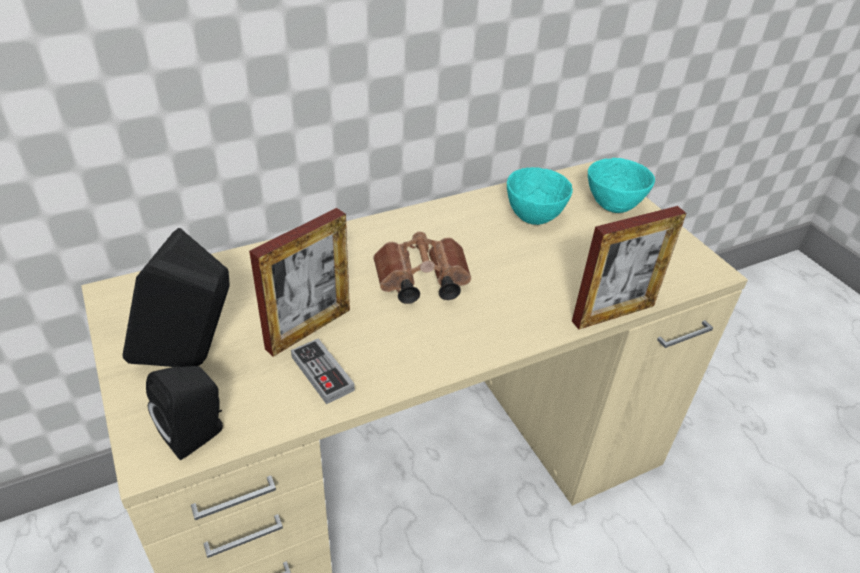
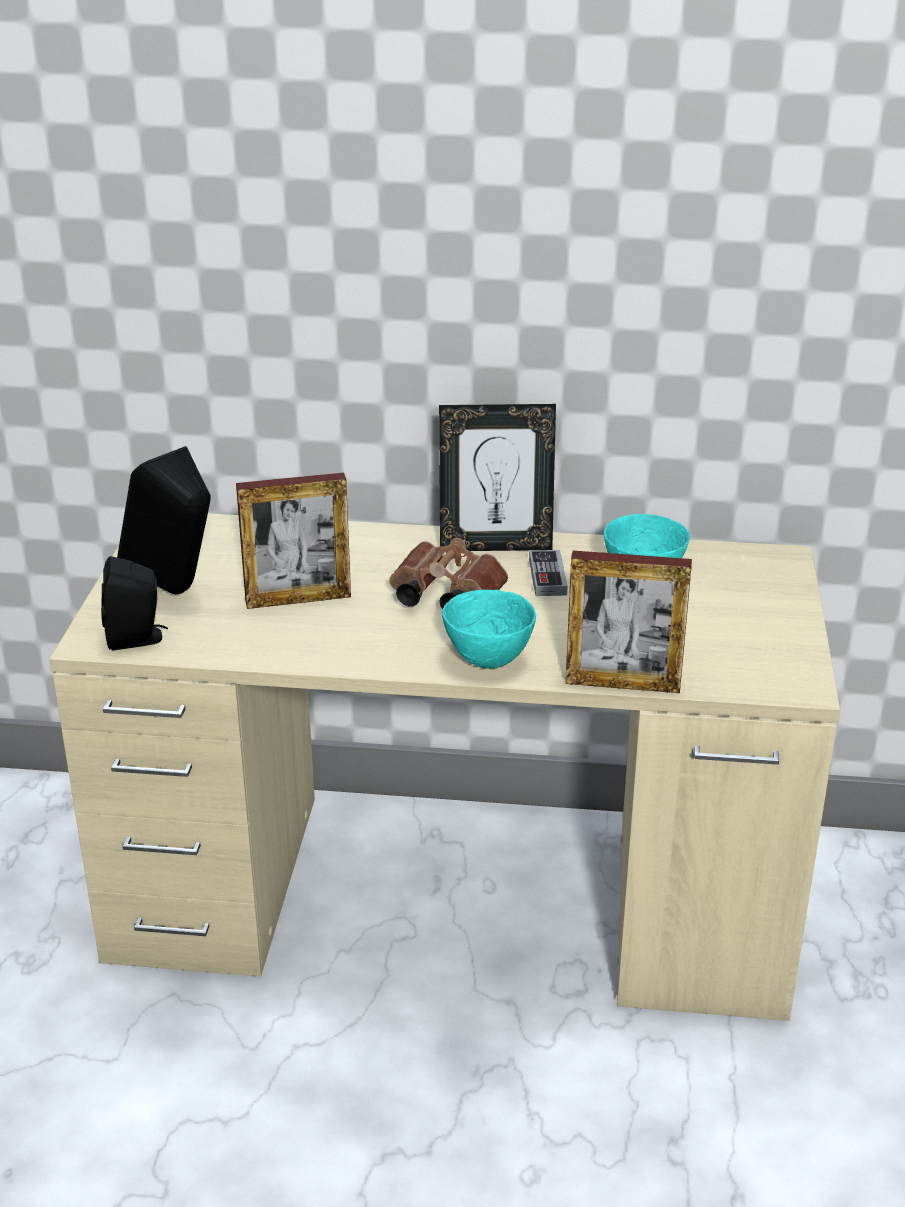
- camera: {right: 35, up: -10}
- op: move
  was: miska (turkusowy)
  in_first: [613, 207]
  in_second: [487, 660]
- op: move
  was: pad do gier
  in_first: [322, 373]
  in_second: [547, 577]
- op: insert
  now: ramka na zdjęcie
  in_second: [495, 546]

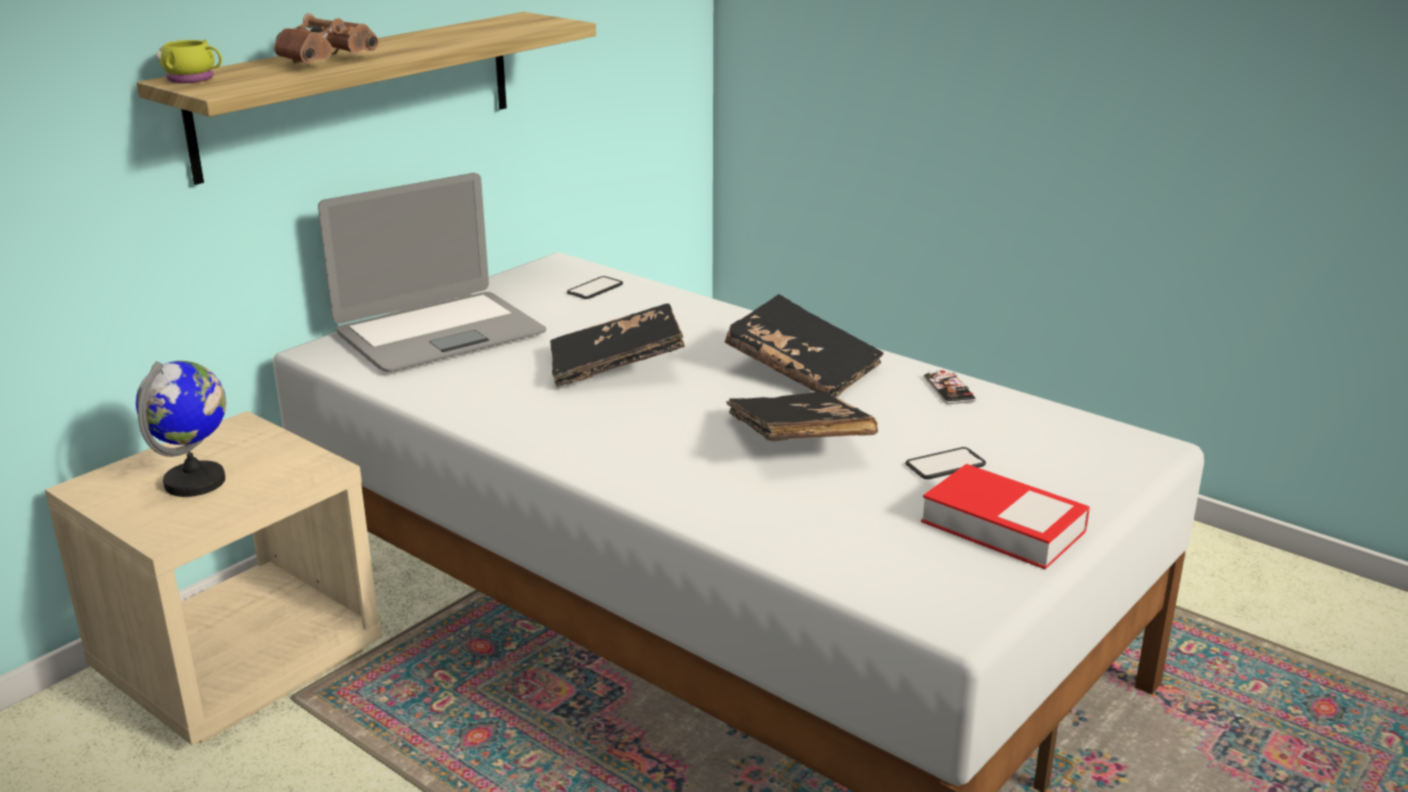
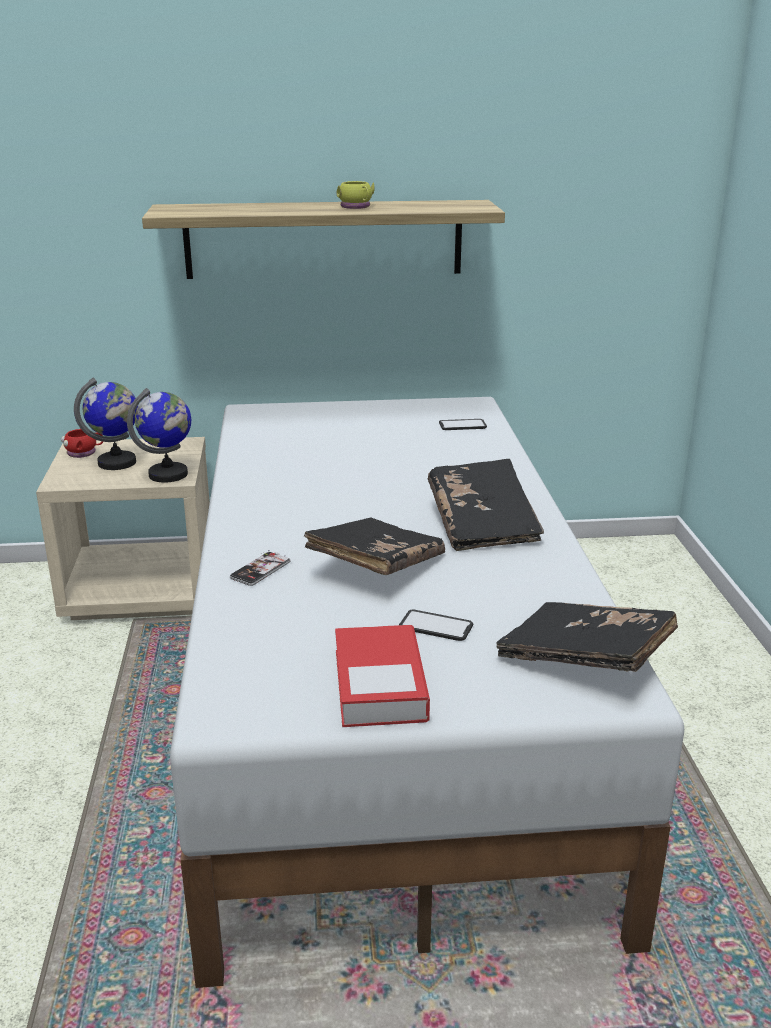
- camera: {right: 45, up: 0}
- op: delete
  was: lornetka (brązowy)
  in_first: [328, 61]
- op: move
  was: kubek (żółty)
  in_first: [194, 79]
  in_second: [356, 207]
- op: delete
  was: laptop
  in_first: [439, 334]
- op: move
  was: książka (czarny)
  in_first: [616, 367]
  in_second: [585, 659]
- op: move
  was: telefon
  in_first: [949, 389]
  in_second: [260, 570]
- op: insert
  now: globus
  in_second: [168, 474]
- op: insert
  now: kubek (czerwony)
  in_second: [84, 453]

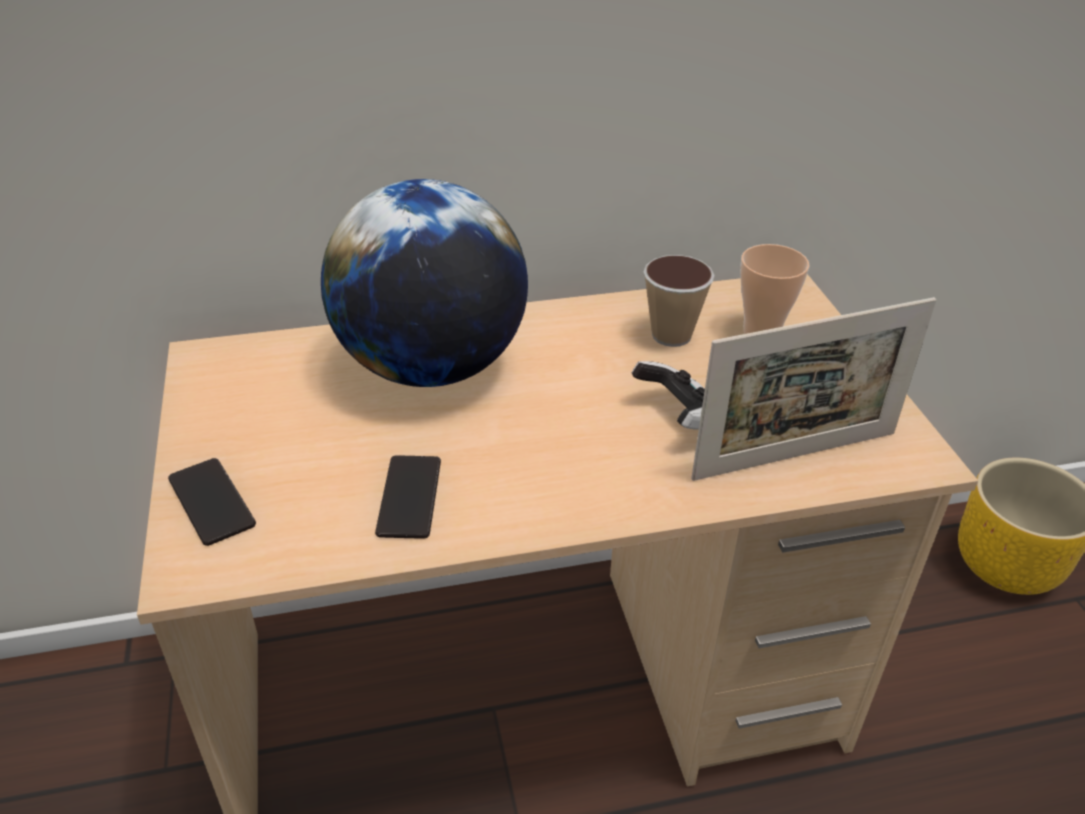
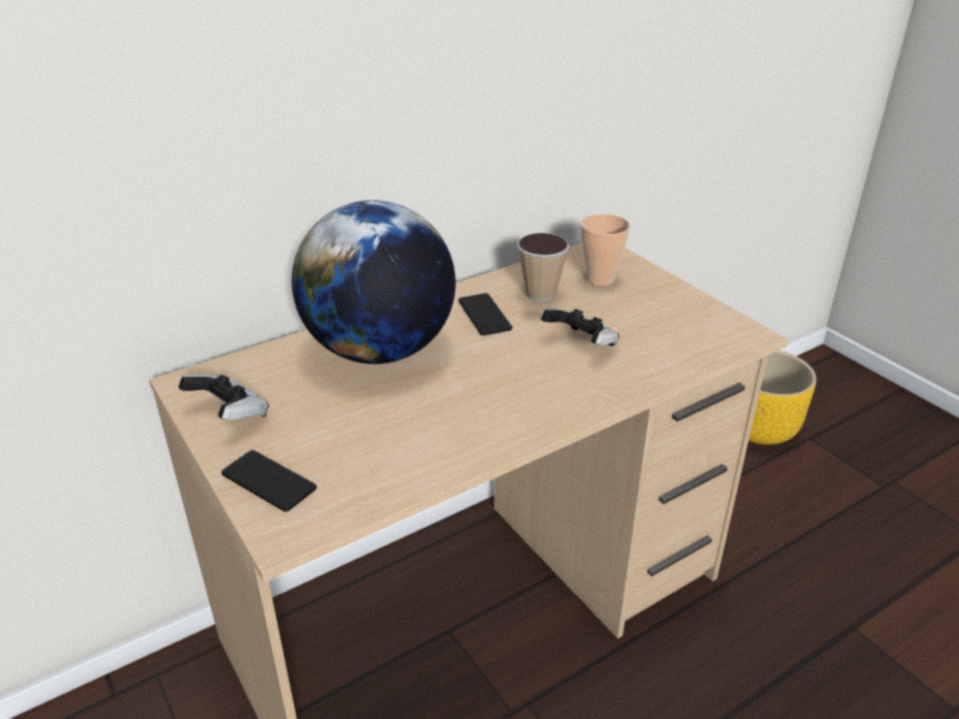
- camera: {right: -20, up: -5}
- op: delete
  was: ramka na zdjęcie
  in_first: [795, 455]
- op: move
  was: telefon
  in_first: [409, 497]
  in_second: [484, 315]
- op: insert
  now: pad do gier
  in_second: [230, 415]

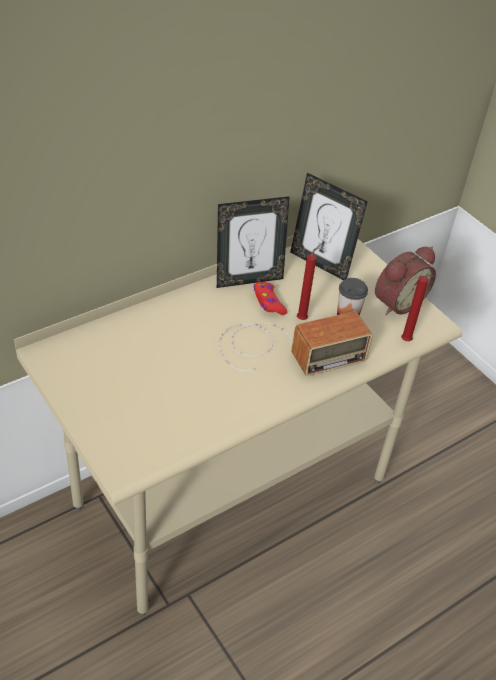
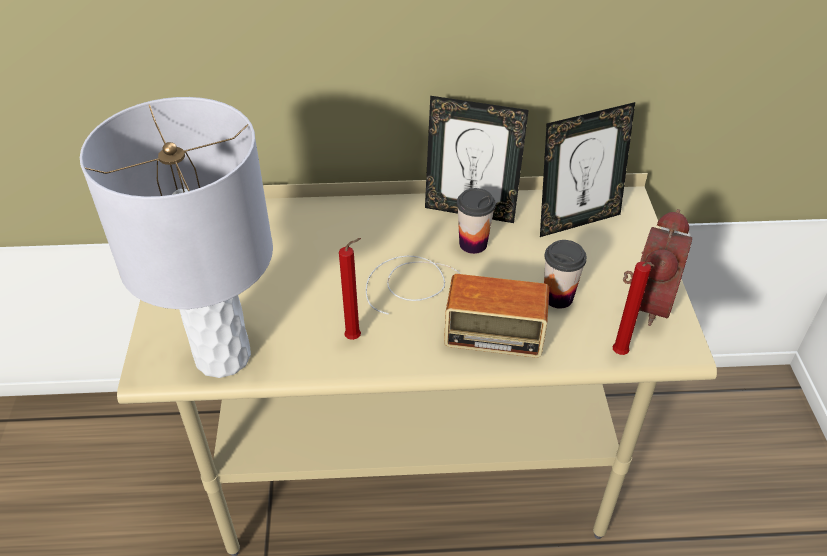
- camera: {right: 35, up: 0}
- op: rotate
  was: ramka na zdjęcie
  in_first: [320, 264]
  in_second: [576, 221]
  clockwise: -90
- op: move
  was: świeca (czerwony)
  in_first: [303, 318]
  in_second: [355, 337]
- op: rotate
  was: budzik
  in_first: [396, 302]
  in_second: [645, 300]
  clockwise: -60
- op: replace
  was: pad do gier (czerwony)
  now: filiżanka
  in_first: [268, 302]
  in_second: [473, 244]
- op: insert
  now: lampa stołowa (szary)
  in_second: [222, 356]

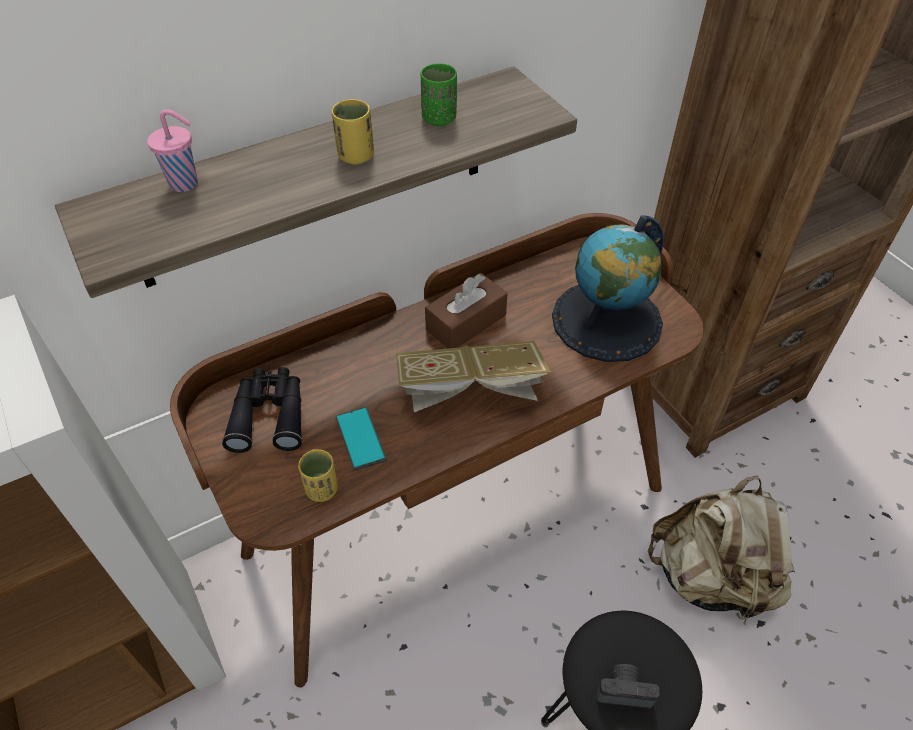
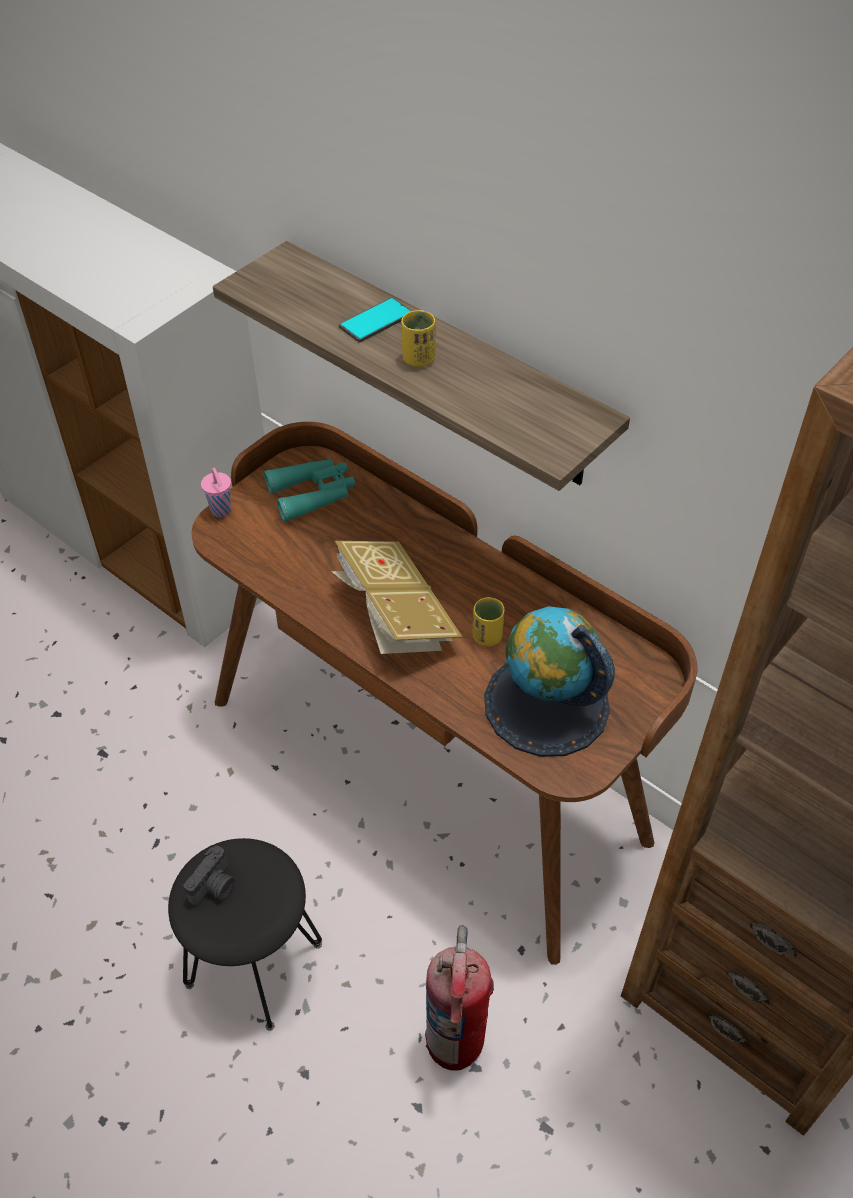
- camera: {right: 70, up: 0}
- op: delete
  was: filiżanka (zielony)
  in_first: [439, 119]
- op: move
  was: filiżanka (różowy)
  in_first: [186, 184]
  in_second: [221, 511]
- op: delete
  was: pudełko chusteczek (brązowy)
  in_first: [466, 322]
- op: recolor
  was: lornetka (czarny)
  now: lornetka (turkusowy)
  in_first: [269, 415]
  in_second: [313, 494]
- op: move
  was: telefon
  in_first: [361, 439]
  in_second: [376, 321]
- op: move
  was: filiżanka (żółty)
  in_first: [322, 489]
  in_second: [487, 636]
- op: replace
  was: plecak (beżowy)
  now: gaśnica
  in_first: [711, 577]
  in_second: [456, 1041]
- op: rotate
  was: aparat fotograficzny
  in_first: [624, 690]
  in_second: [215, 887]
  clockwise: 45

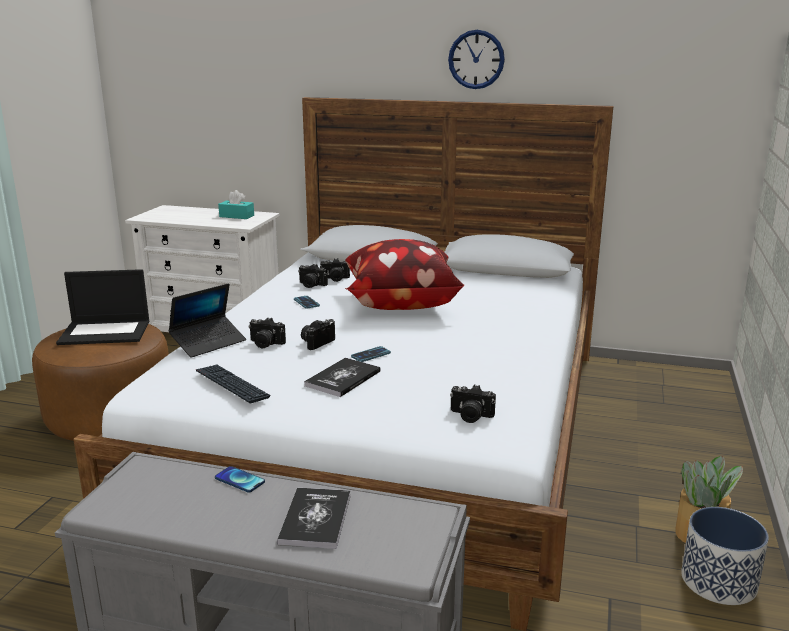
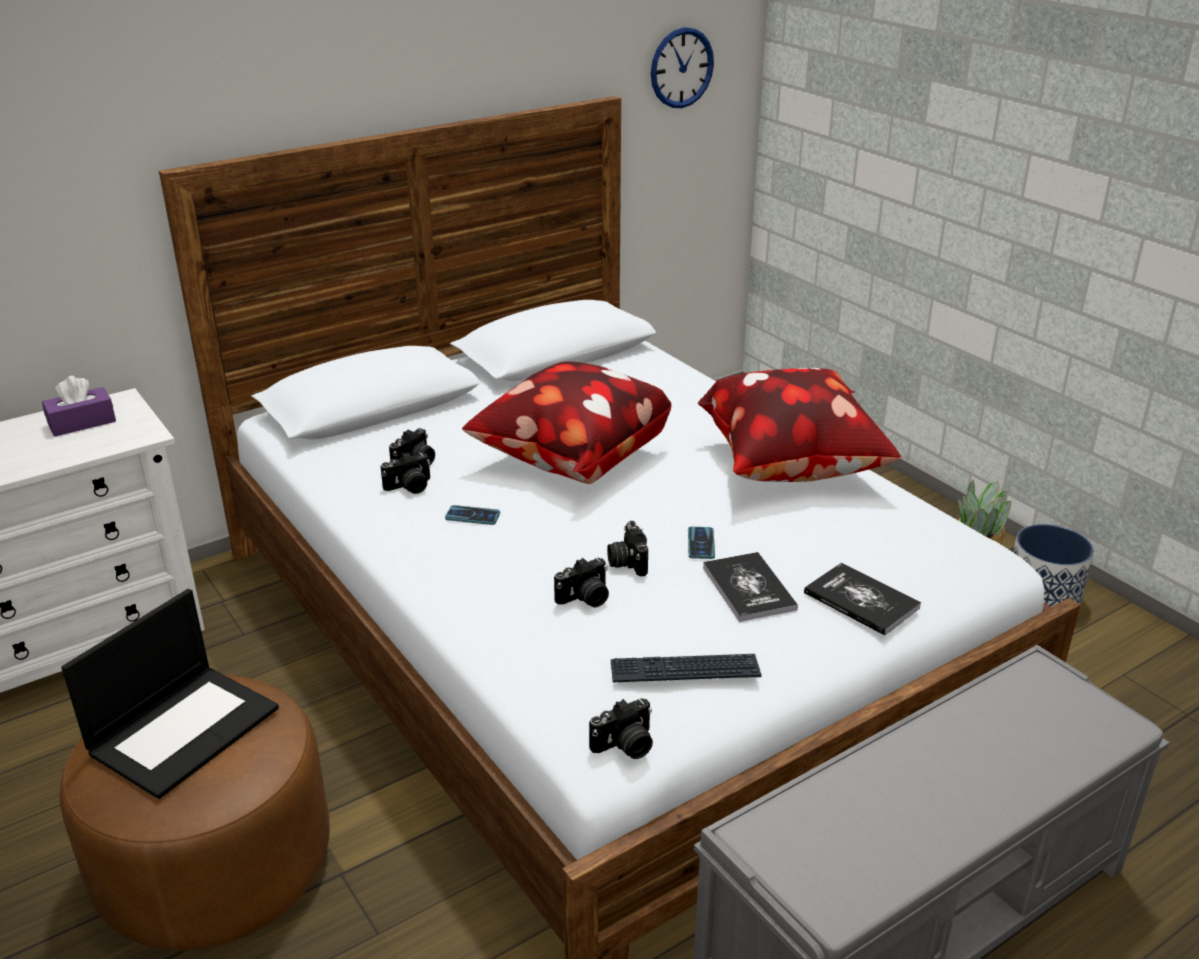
- camera: {right: -50, up: 10}
- op: move
  was: zegar ścienny
  in_first: [476, 59]
  in_second: [681, 68]
- op: recolor
  was: pudełko chusteczek (turkusowy)
  now: pudełko chusteczek (fioletowy)
  in_first: [236, 216]
  in_second: [82, 422]
- op: delete
  was: laptop
  in_first: [208, 343]
- op: move
  was: aparat fotograficzny
  in_first: [470, 416]
  in_second: [625, 746]
- op: delete
  was: telefon
  in_first: [239, 480]
- op: move
  was: książka
  in_first: [315, 519]
  in_second: [861, 600]
- op: insert
  now: poduszka
  in_second: [792, 470]

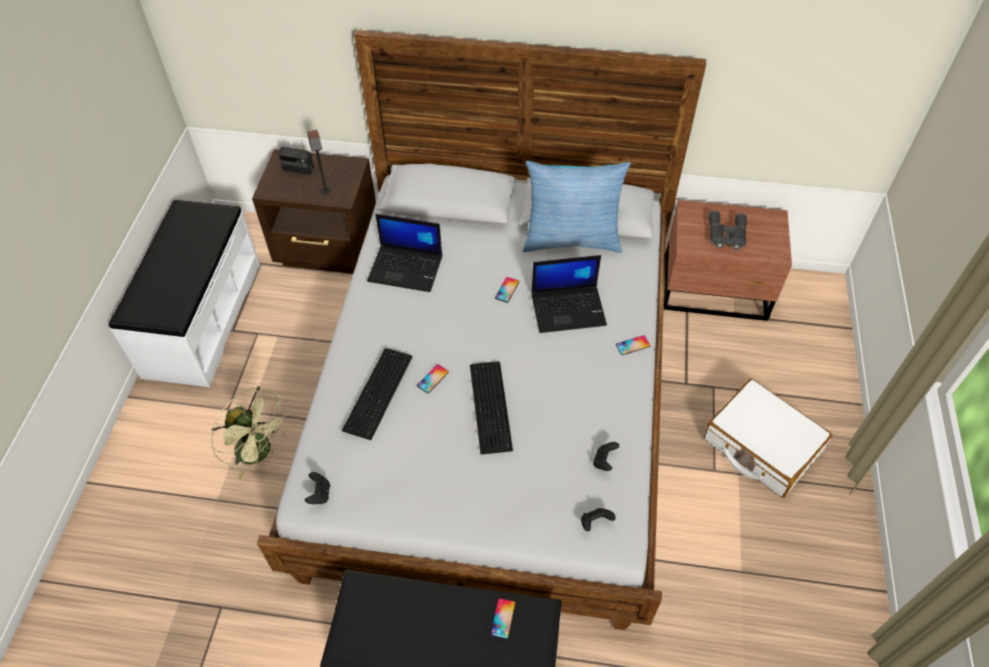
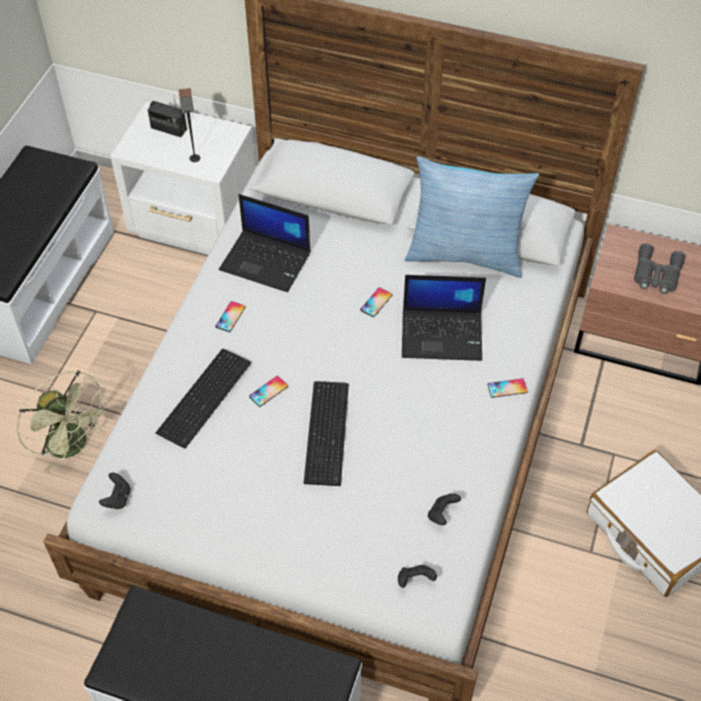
- camera: {right: 10, up: 0}
- op: recolor
  was: szafka nocna (brązowy)
  now: szafka nocna (biały)
  in_first: [329, 250]
  in_second: [196, 226]
- op: move
  was: telefon
  in_first: [503, 618]
  in_second: [230, 316]

